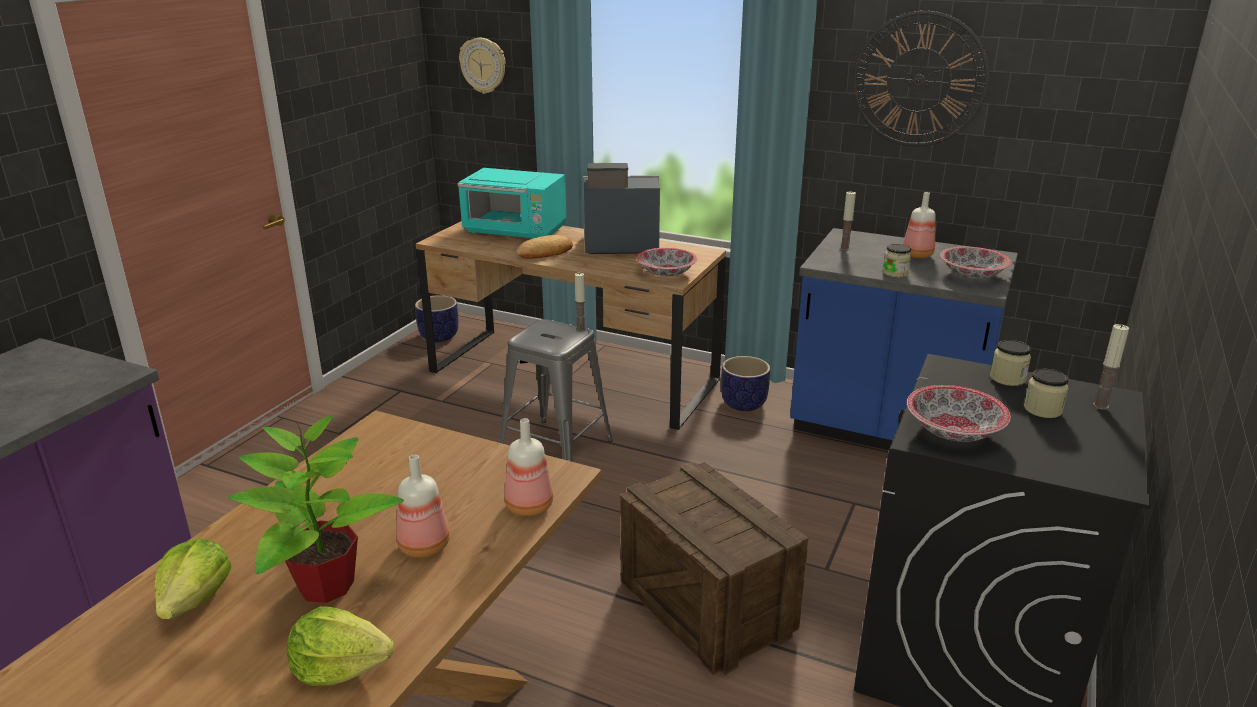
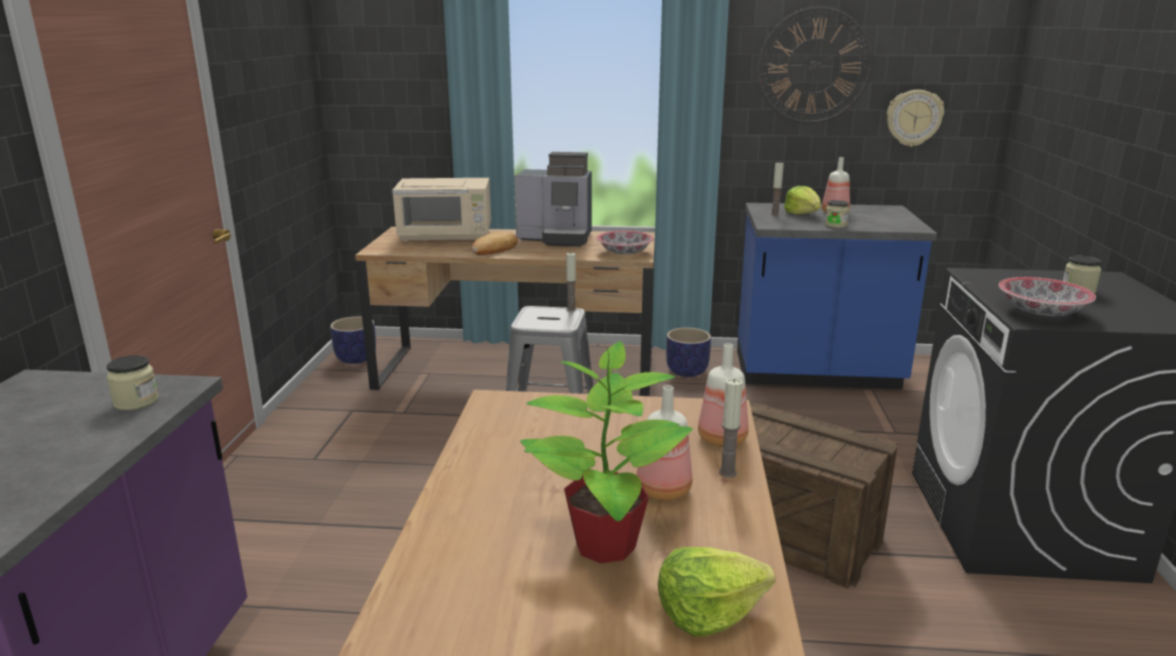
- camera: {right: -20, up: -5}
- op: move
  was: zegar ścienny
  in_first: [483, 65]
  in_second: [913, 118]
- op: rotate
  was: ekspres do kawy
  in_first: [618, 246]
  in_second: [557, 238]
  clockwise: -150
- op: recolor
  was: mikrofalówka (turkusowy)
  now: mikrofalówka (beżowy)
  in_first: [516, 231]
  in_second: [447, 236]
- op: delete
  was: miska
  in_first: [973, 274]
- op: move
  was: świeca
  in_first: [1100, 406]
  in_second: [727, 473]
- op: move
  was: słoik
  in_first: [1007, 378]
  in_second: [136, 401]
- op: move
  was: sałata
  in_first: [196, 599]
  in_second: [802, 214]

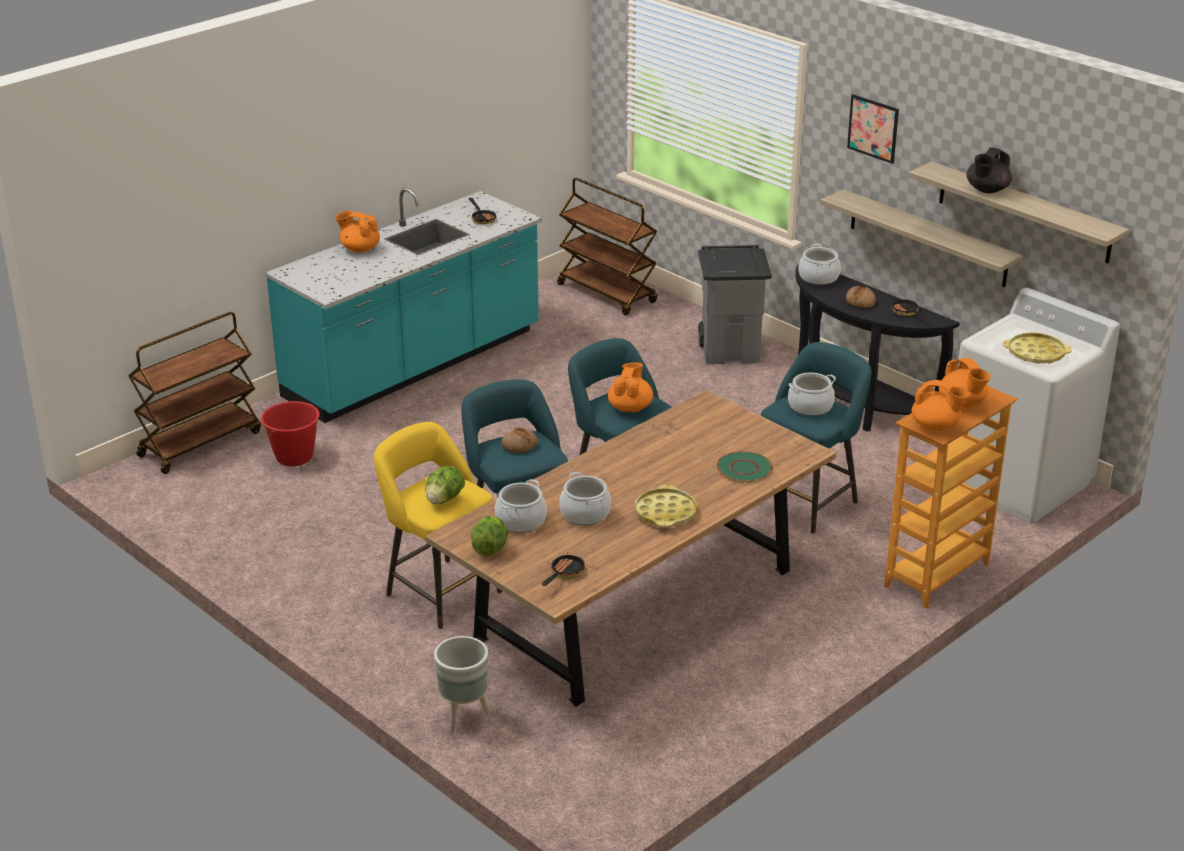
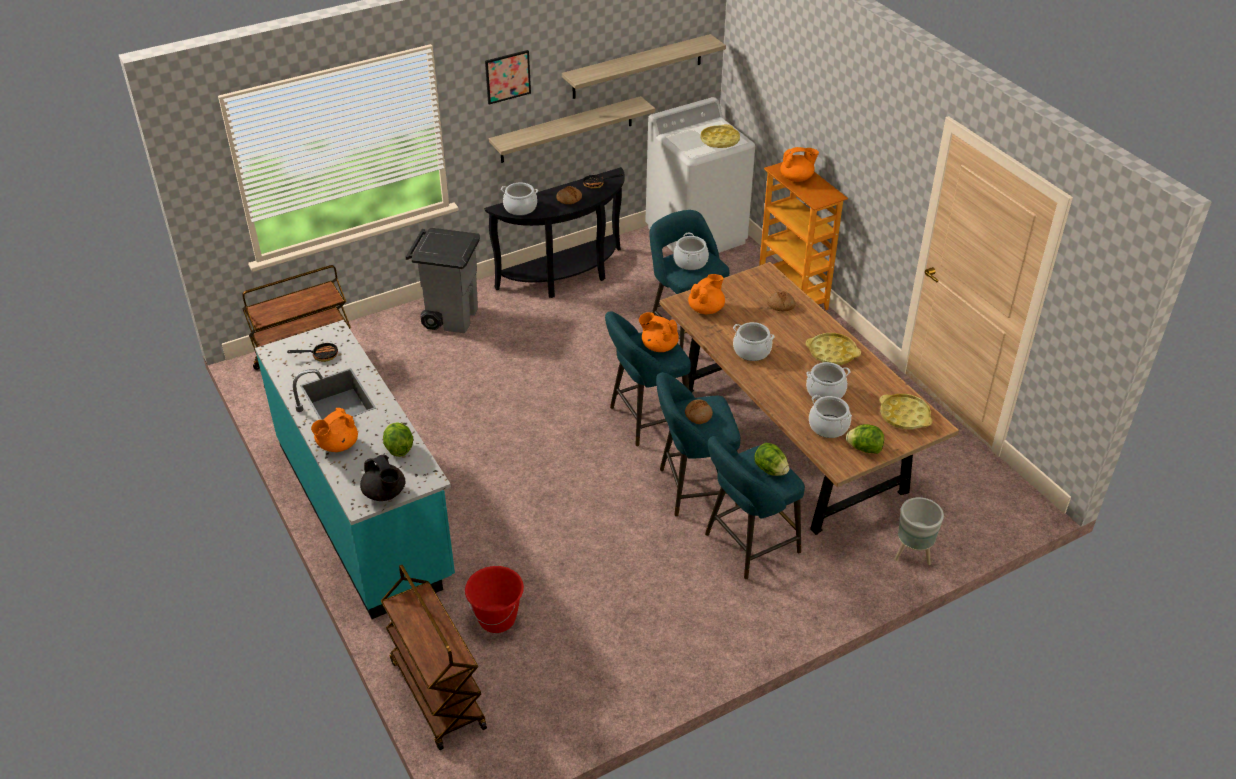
- camera: {right: -75, up: 10}
- op: move
  was: imbryk (czarny)
  in_first: [986, 190]
  in_second: [385, 493]
- op: move
  was: imbryk (pomarańczowy)
  in_first: [936, 426]
  in_second: [706, 309]
- op: recolor
  was: stołek (żółty)
  now: stołek (turkusowy)
  in_first: [439, 591]
  in_second: [747, 545]
- op: replace
  was: talerz (zielony)
  now: chleb
  in_first: [744, 468]
  in_second: [781, 305]
- op: replace
  was: patelnia
  now: taca (żółty)
  in_first: [564, 574]
  in_second: [904, 415]
- op: insert
  now: garnek
  in_second: [751, 351]
- op: insert
  now: sałata
  in_second: [398, 448]

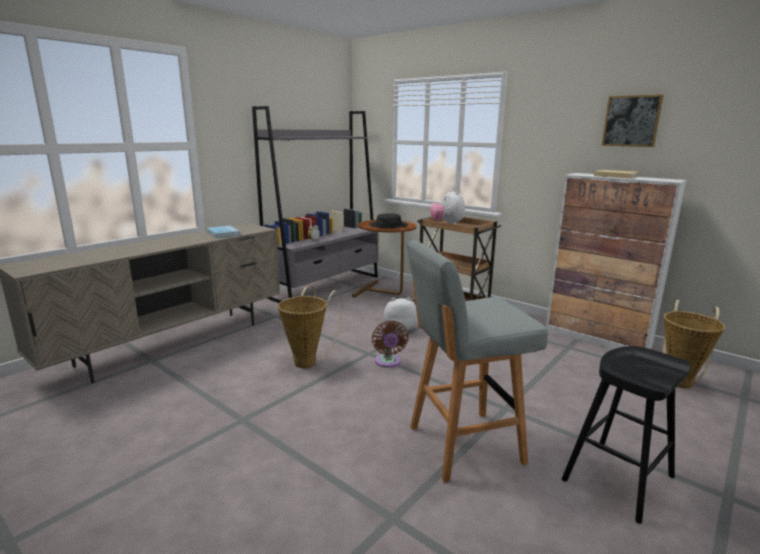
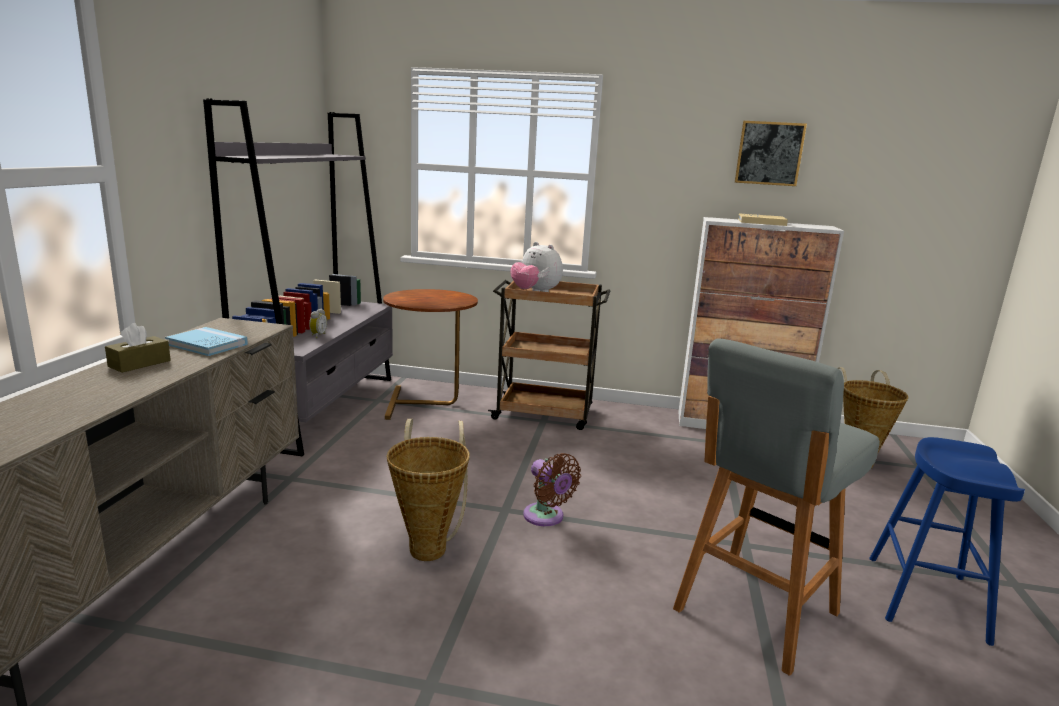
- camera: {right: -30, up: 0}
- op: delete
  was: kapelusz (czarny)
  in_first: [388, 225]
- op: delete
  was: pluszak
  in_first: [400, 329]
- op: recolor
  was: stołek (czarny)
  now: stołek (niebieski)
  in_first: [618, 478]
  in_second: [925, 598]
- op: insert
  now: pudełko chusteczek (brązowy)
  in_second: [139, 363]

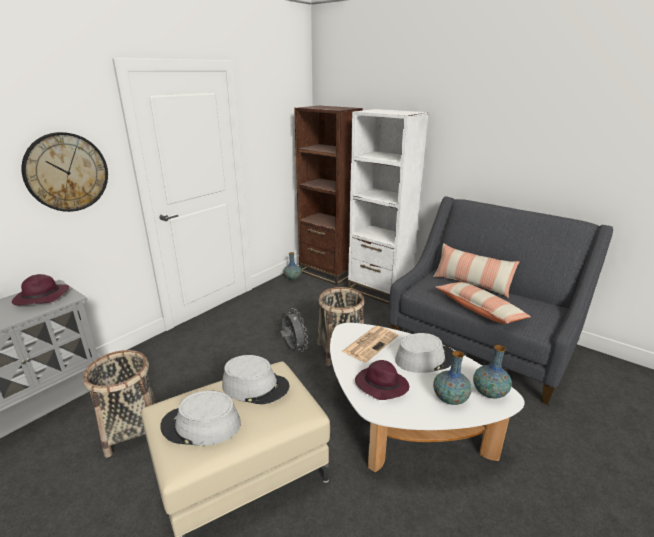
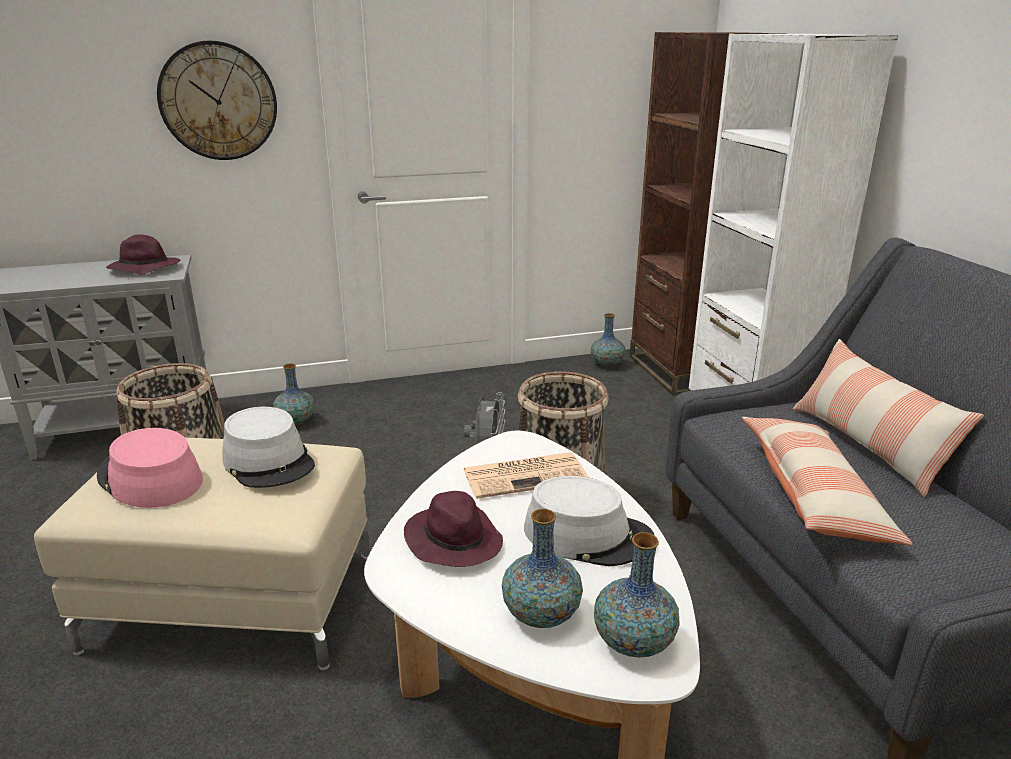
- camera: {right: 35, up: 0}
- op: recolor
  was: kapelusz (szary)
  now: kapelusz (różowy)
  in_first: [201, 425]
  in_second: [149, 479]
- op: insert
  now: wazon
  in_second: [295, 421]

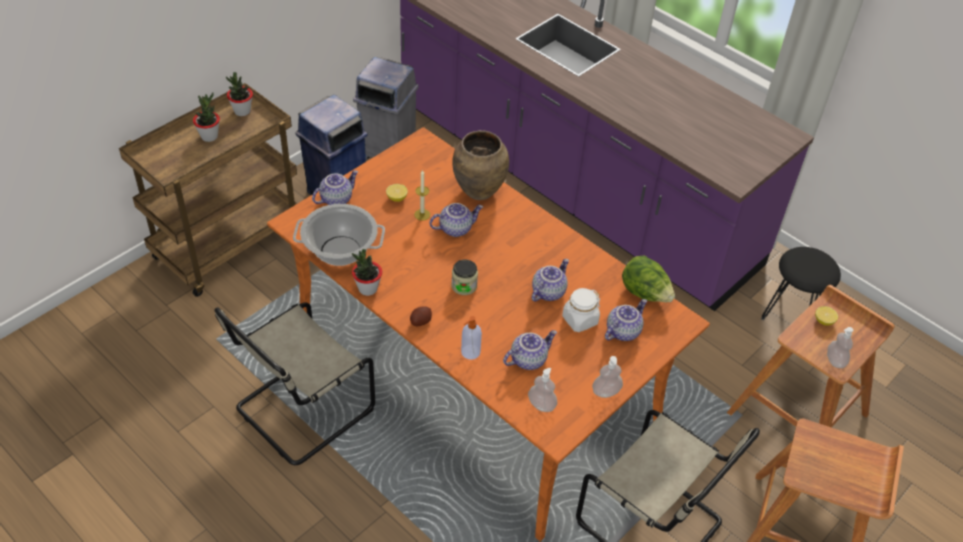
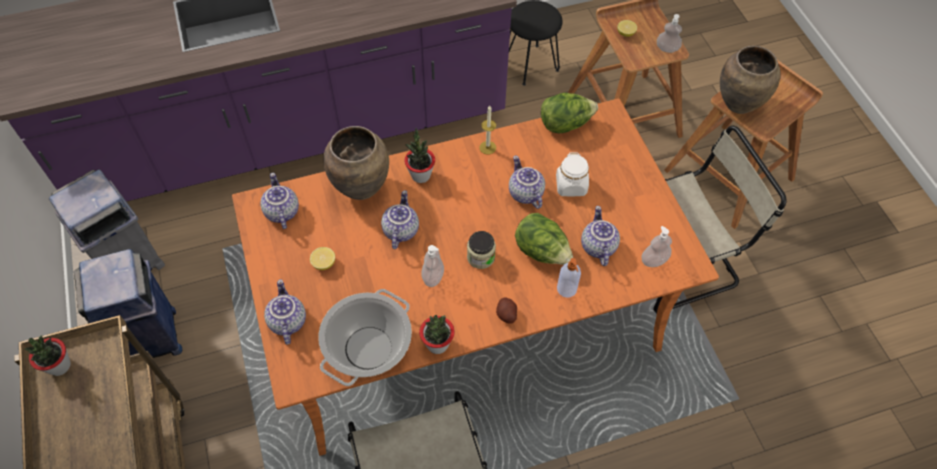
- camera: {right: -60, up: 10}
- op: move
  was: roślina doniczkowa
  in_first: [209, 136]
  in_second: [420, 175]
- op: move
  was: świeca
  in_first: [422, 214]
  in_second: [487, 147]
- op: move
  was: imbryk
  in_first: [622, 331]
  in_second: [281, 212]
- op: move
  was: dozownik mydła
  in_first: [606, 392]
  in_second: [433, 277]
- op: insert
  now: wazon (brązowy)
  in_second: [739, 104]
- op: insert
  now: sałata
  in_second: [542, 251]

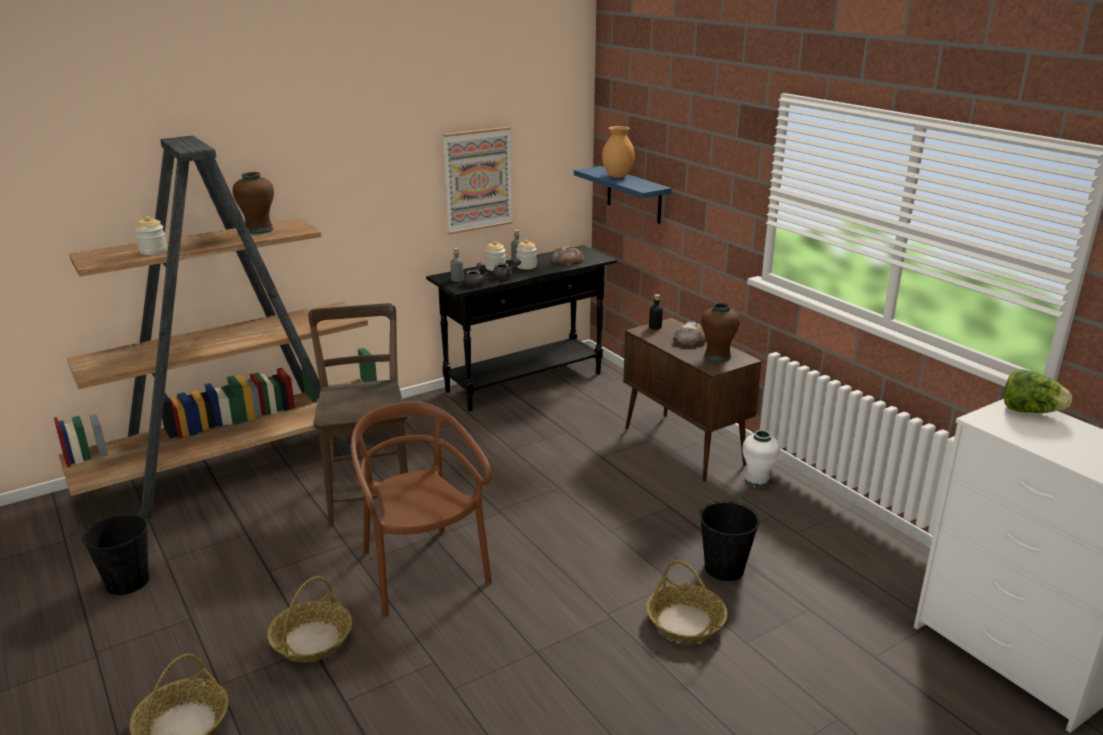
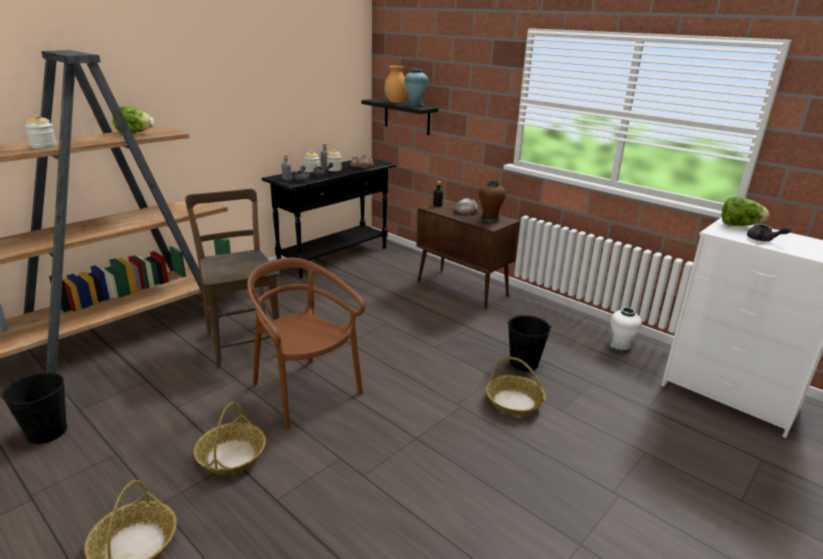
- camera: {right: -15, up: 0}
- op: delete
  was: obraz
  in_first: [478, 180]
- op: recolor
  was: półka (niebieski)
  now: półka (czarny)
  in_first: [634, 195]
  in_second: [407, 116]
- op: replace
  was: wazon (brązowy)
  now: sałata
  in_first: [259, 230]
  in_second: [134, 133]
- op: move
  was: wazon (biały)
  in_first: [757, 480]
  in_second: [620, 347]
- op: insert
  now: wazon (turkusowy)
  in_second: [415, 106]
- op: insert
  now: imbryk (szary)
  in_second: [763, 240]

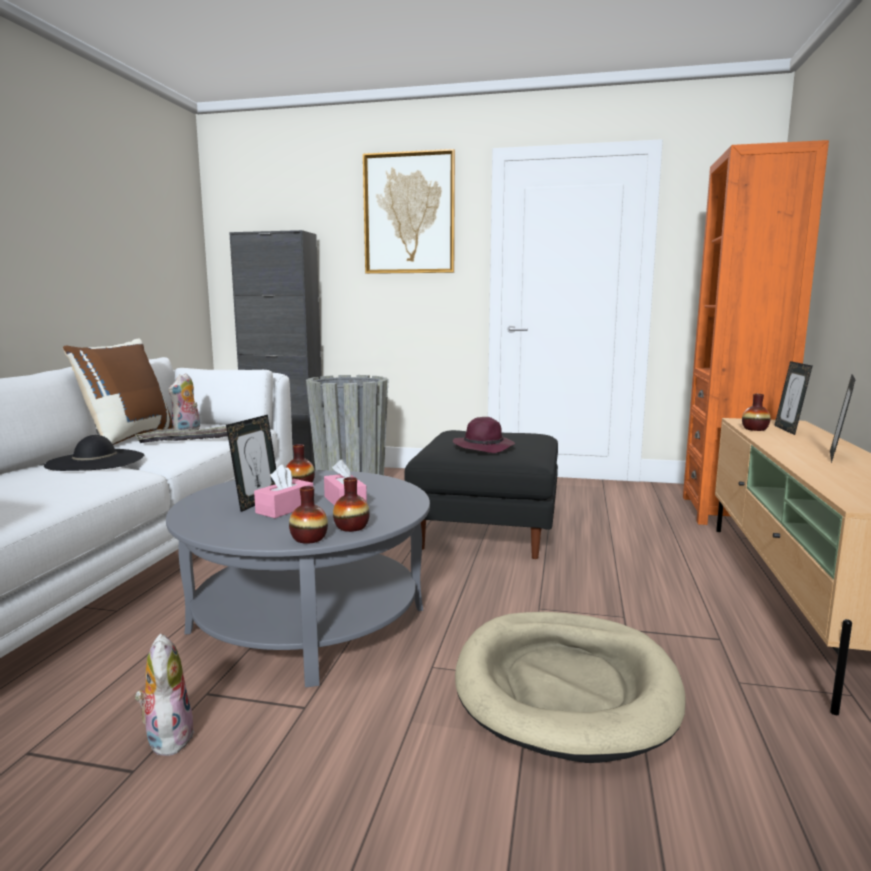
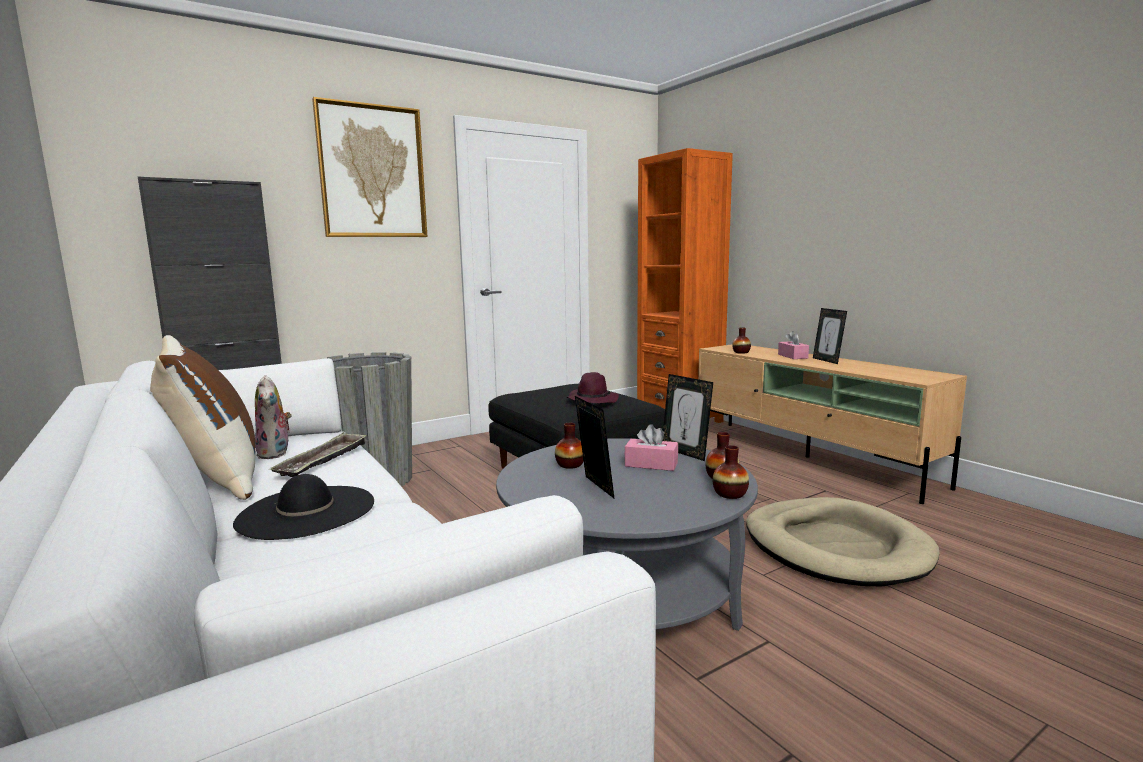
- camera: {right: -45, up: 0}
- op: move
  was: ramka na zdjęcie
  in_first: [788, 430]
  in_second: [685, 453]
- op: move
  was: pudełko chusteczek (różowy)
  in_first: [285, 508]
  in_second: [792, 356]
- op: delete
  was: pluszak
  in_first: [167, 737]

